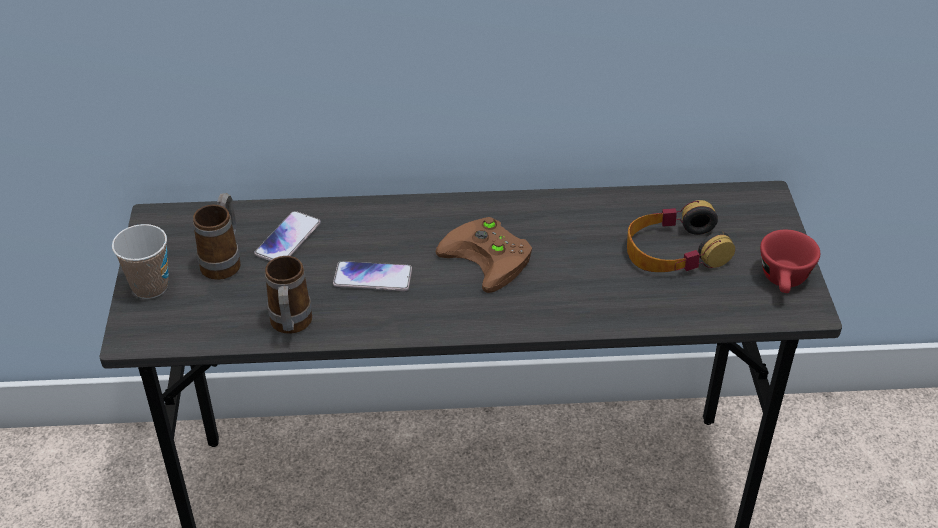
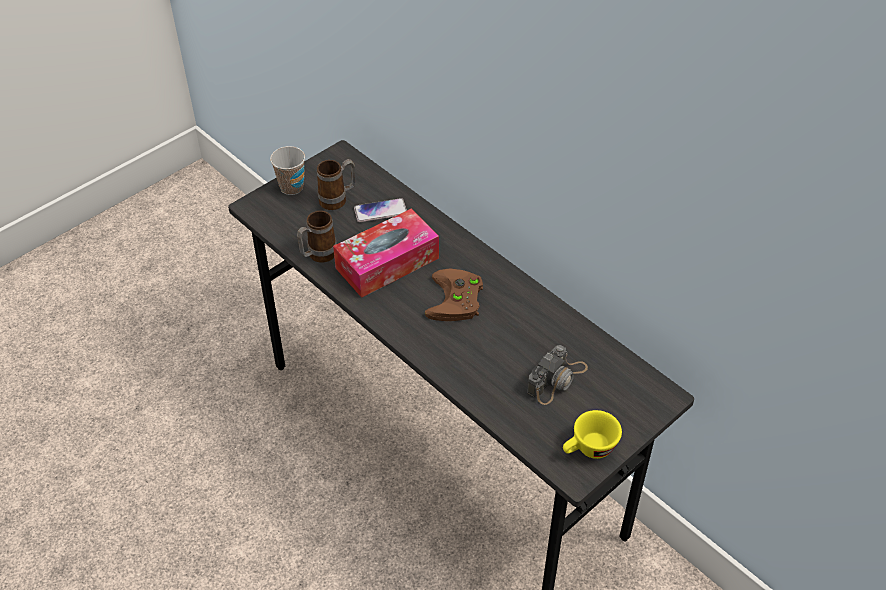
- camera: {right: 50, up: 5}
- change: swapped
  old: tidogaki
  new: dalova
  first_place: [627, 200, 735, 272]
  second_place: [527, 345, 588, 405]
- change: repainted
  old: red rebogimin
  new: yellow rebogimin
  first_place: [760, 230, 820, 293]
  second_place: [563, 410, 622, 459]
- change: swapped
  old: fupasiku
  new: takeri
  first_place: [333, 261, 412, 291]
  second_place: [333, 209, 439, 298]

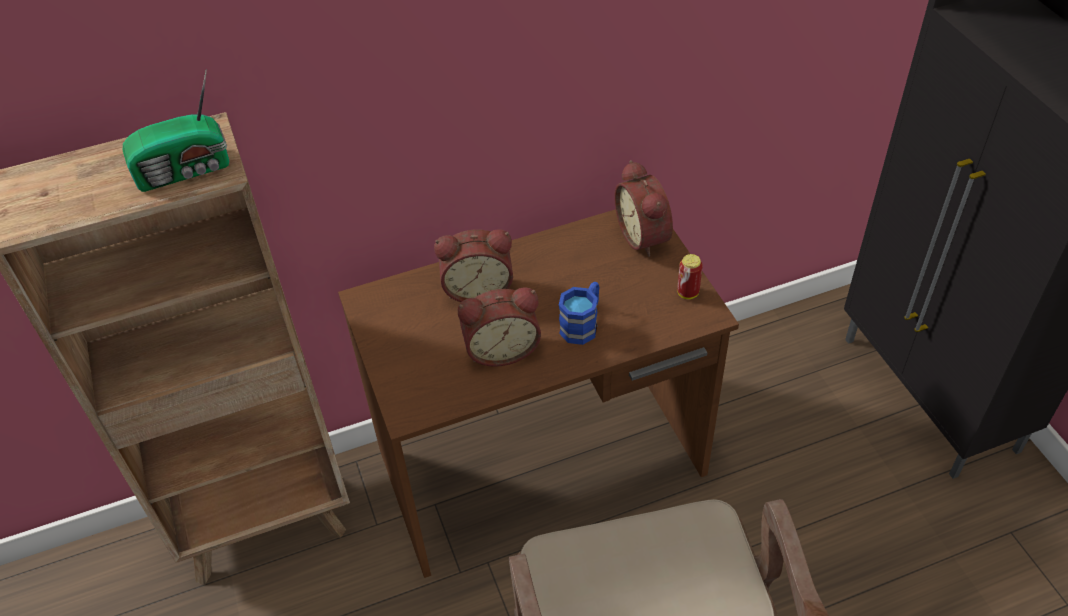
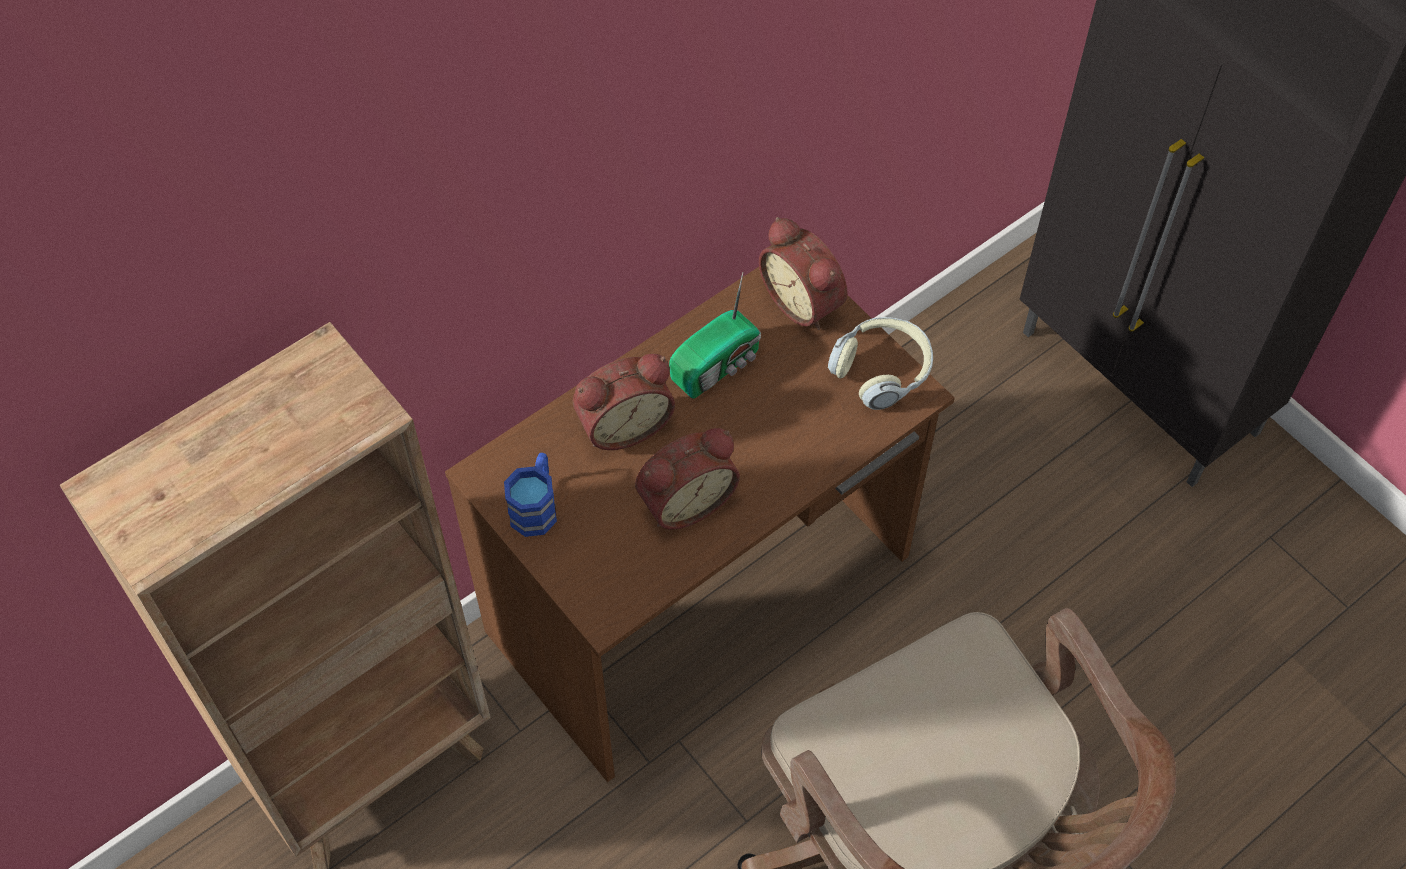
- camera: {right: -20, up: 10}
- change: shifted
  old: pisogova
  first_place: [123, 69, 229, 192]
  second_place: [669, 272, 761, 399]
- change: swapped
  old: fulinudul
  new: tidogaki
  first_place: [677, 254, 703, 299]
  second_place: [828, 317, 933, 410]
- change: shifted
  old: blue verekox
  first_place: [559, 282, 599, 345]
  second_place: [504, 453, 557, 537]

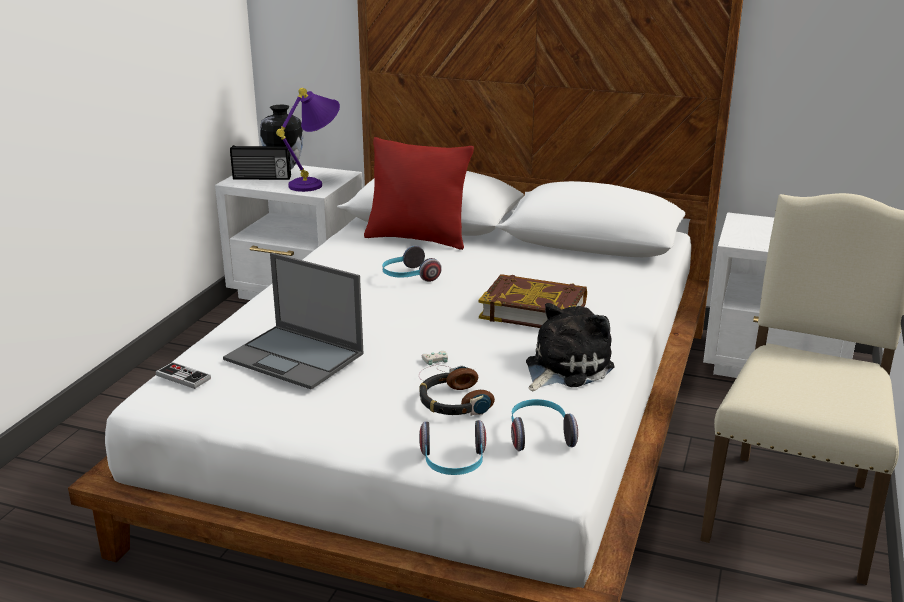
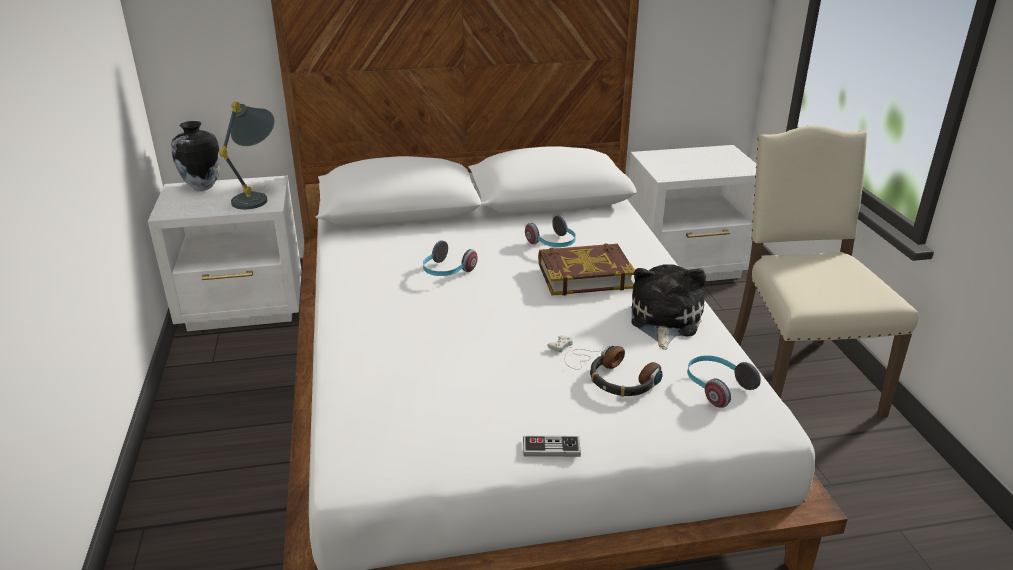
- camera: {right: -30, up: 5}
- change: repainted
  old: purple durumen
  new: grey durumen
  first_place: [276, 88, 340, 192]
  second_place: [218, 101, 275, 209]
- change: gone
  old: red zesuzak
  first_place: [364, 137, 474, 250]
- change: gone
  old: pisogova
  first_place: [230, 145, 291, 180]
- change: gone
  old: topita
  first_place: [223, 252, 364, 390]
- change: shifted
  old: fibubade
  first_place: [156, 362, 211, 389]
  second_place: [523, 436, 581, 457]
- change: shifted
  old: tidogaki
  first_place: [419, 420, 486, 475]
  second_place: [525, 215, 576, 247]

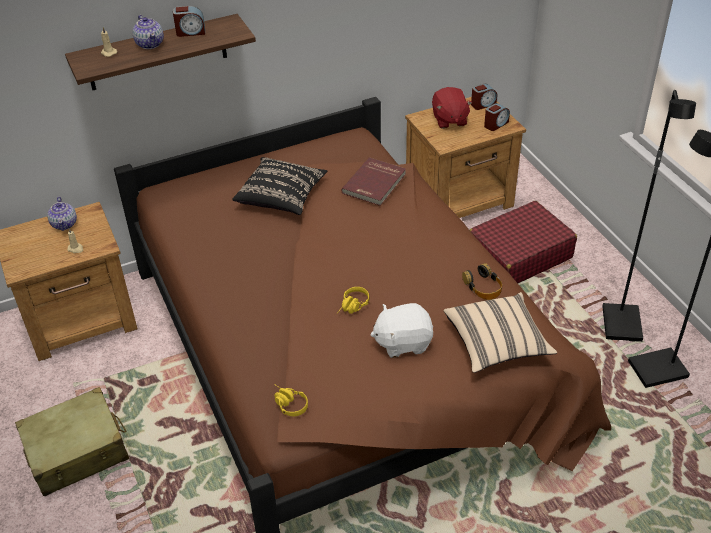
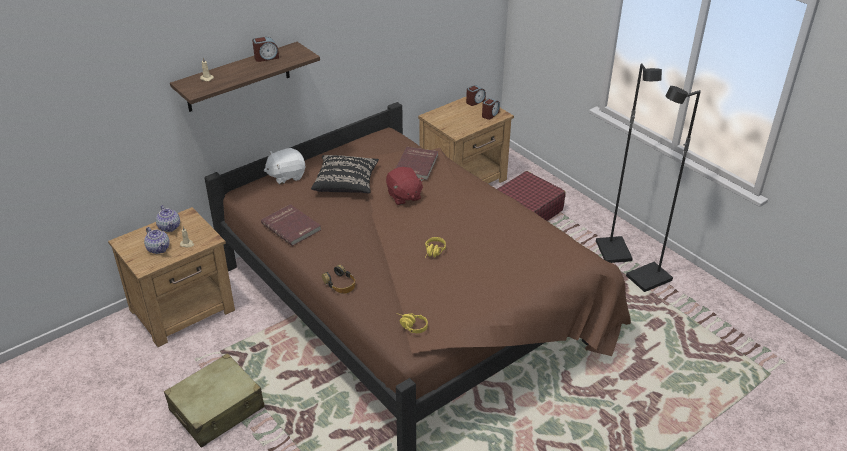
- camera: {right: -15, up: -5}
- change: shifted
  old: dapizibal
  first_place: [132, 15, 164, 49]
  second_place: [144, 227, 170, 254]
- change: shifted
  old: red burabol
  first_place: [432, 87, 472, 129]
  second_place: [386, 167, 424, 205]
- change: shifted
  old: tidogaki
  first_place: [462, 263, 502, 300]
  second_place: [322, 265, 355, 294]
- change: gone
  old: beige zesuzak
  first_place: [443, 292, 557, 373]
- change: shifted
  old: white burabol
  first_place: [370, 303, 433, 358]
  second_place: [264, 148, 305, 184]
- change: new
  new: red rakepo
  second_place: [261, 204, 321, 246]

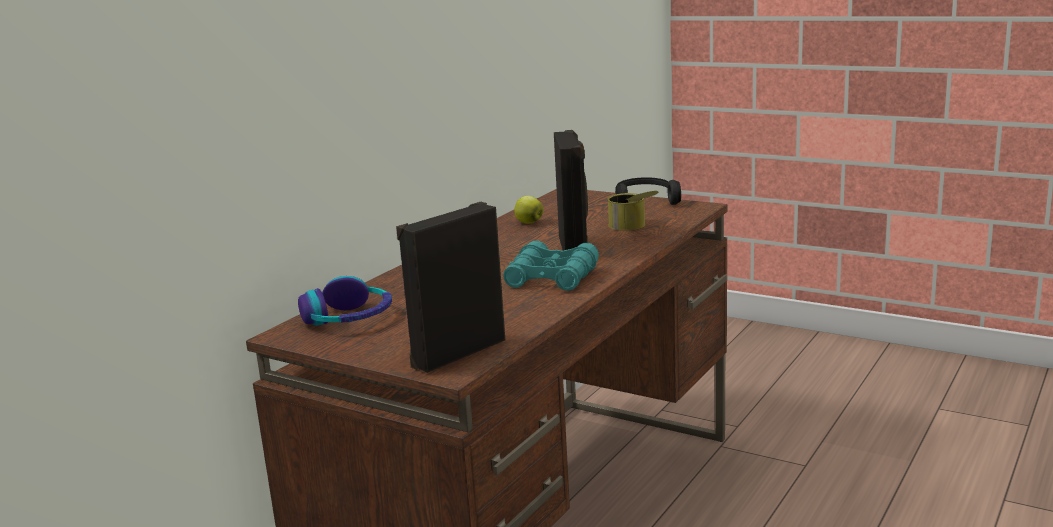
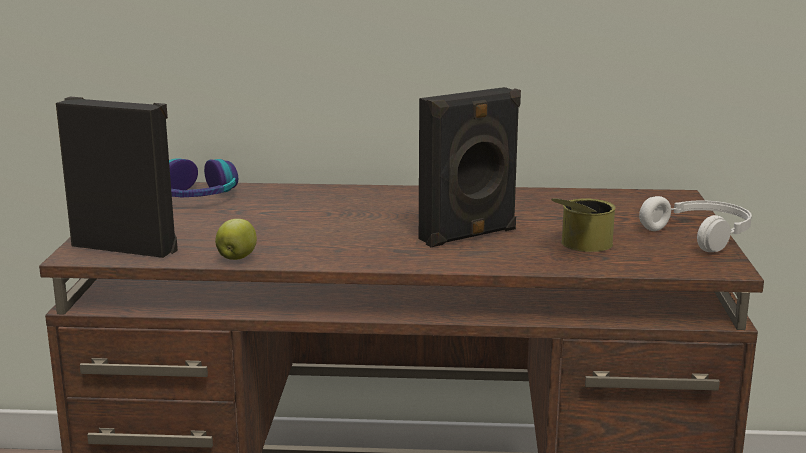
- camera: {right: 60, up: 0}
- change: repainted
  old: black tidogaki
  new: white tidogaki
  first_place: [615, 177, 681, 205]
  second_place: [639, 196, 752, 252]
- change: shifted
  old: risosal
  first_place: [514, 196, 543, 223]
  second_place: [215, 219, 257, 260]
- change: gone
  old: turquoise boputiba
  first_place: [503, 240, 599, 291]

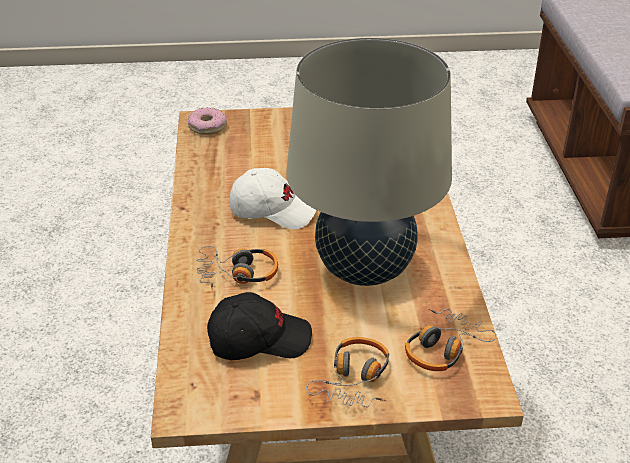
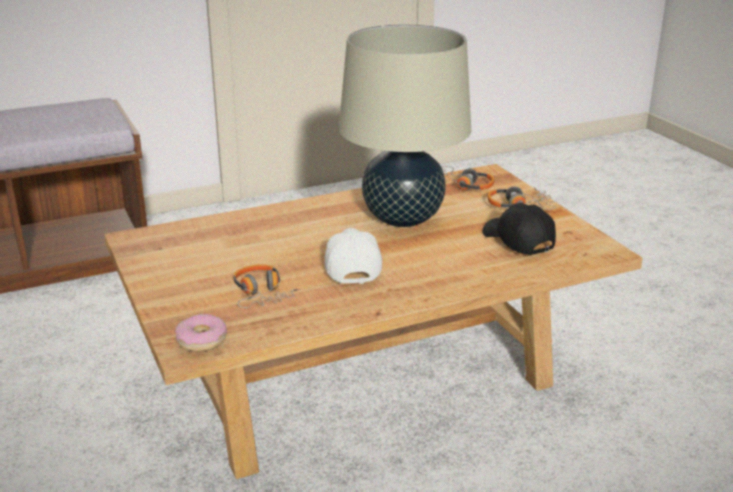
- camera: {right: -110, up: -10}
- change: shifted
  old: tidogaki
  first_place: [196, 246, 278, 290]
  second_place: [233, 264, 301, 308]

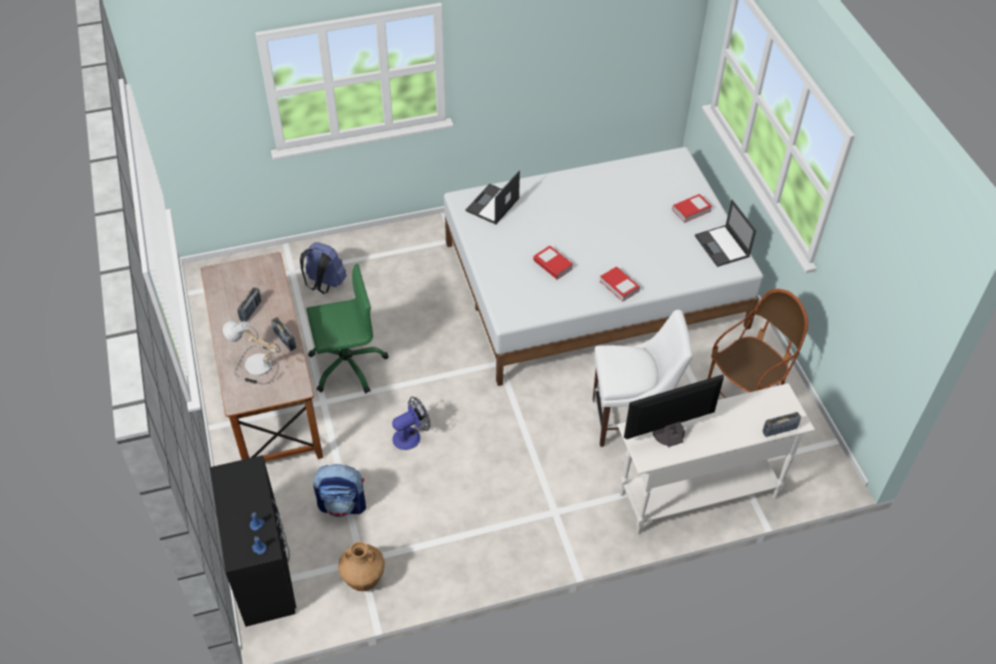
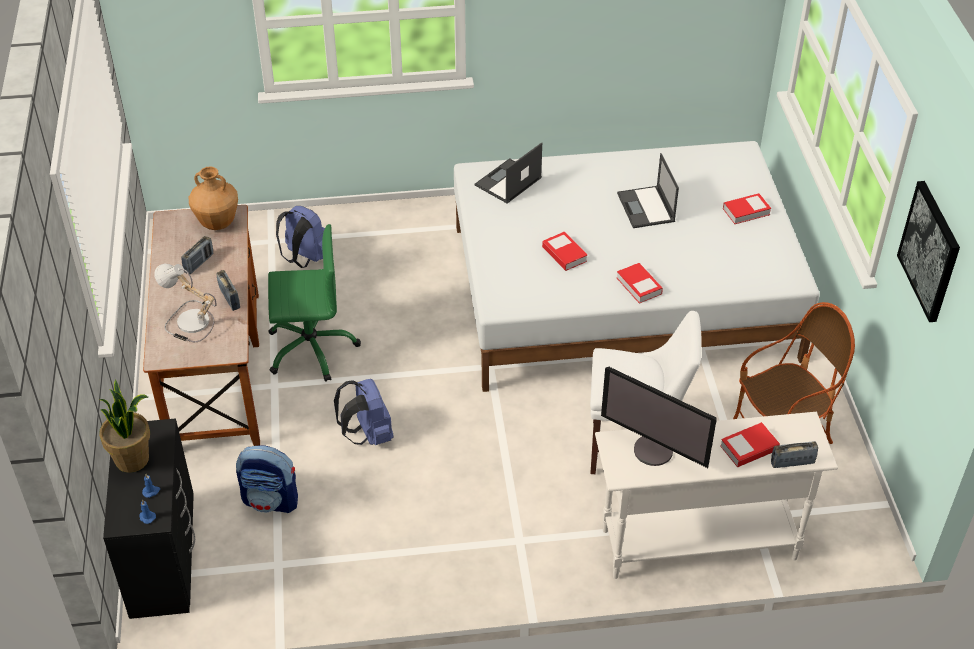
- camera: {right: 10, up: -5}
- change: shifted
  old: topita
  first_place: [695, 200, 756, 267]
  second_place: [617, 153, 679, 228]
- change: rotated
  old: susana
  first_place: [624, 374, 724, 447]
  second_place: [601, 367, 717, 468]
  degrees: -135
- change: swapped
  old: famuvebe
  new: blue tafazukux
  first_place: [392, 397, 431, 450]
  second_place: [334, 379, 394, 445]
- change: shifted
  old: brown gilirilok
  first_place: [338, 542, 385, 591]
  second_place: [188, 167, 238, 230]
- change: new
  new: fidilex
  second_place: [897, 181, 960, 322]
- change: new
  new: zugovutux
  second_place: [99, 380, 150, 473]
- change: new
  new: rakepo
  second_place: [720, 422, 780, 467]

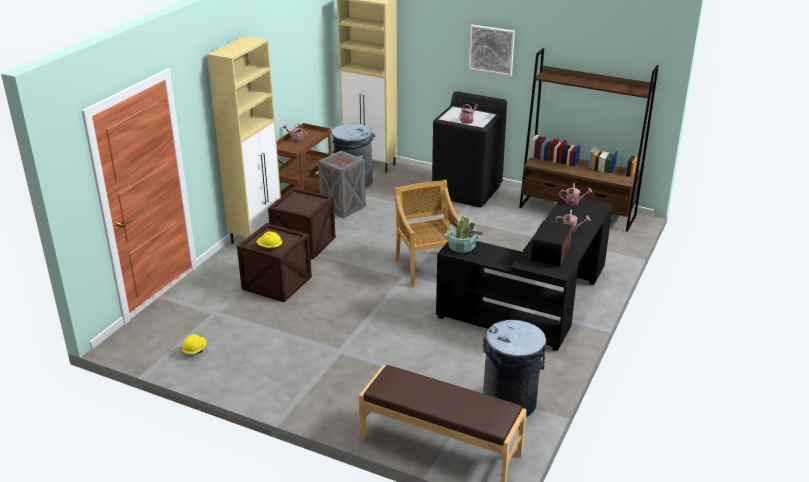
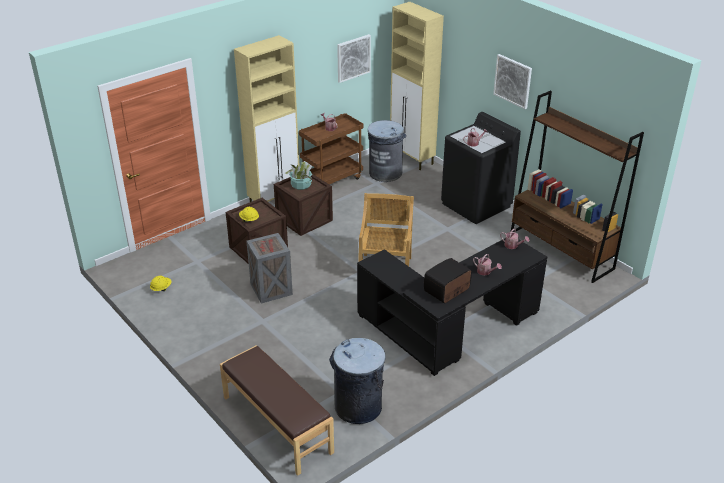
- camera: {right: 25, up: 5}
- change: shifted
  old: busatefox
  first_place: [318, 151, 366, 219]
  second_place: [246, 233, 293, 304]
- change: shifted
  old: zugovutux
  first_place: [444, 215, 483, 253]
  second_place: [284, 160, 312, 190]
- change: new
  new: fidilex
  second_place: [337, 34, 371, 83]

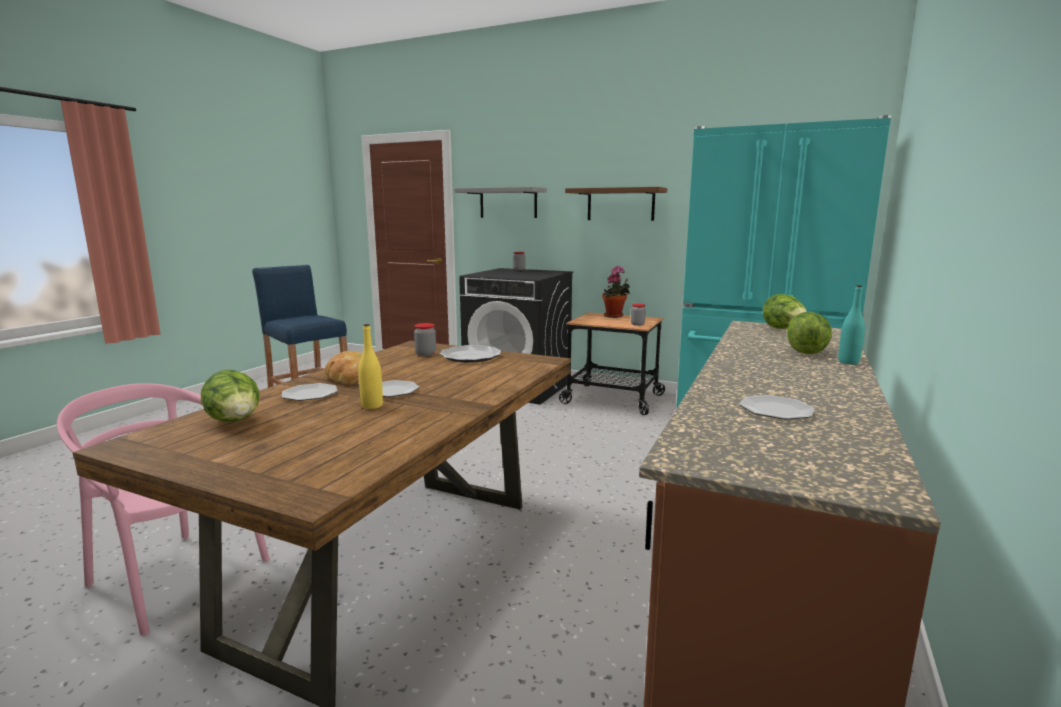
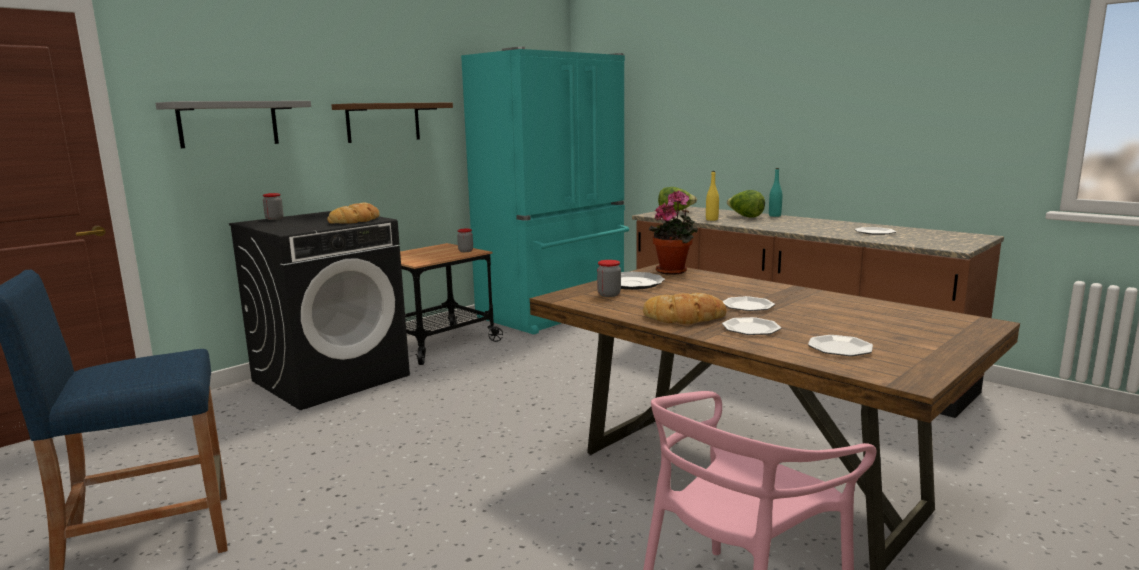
- camera: {right: -70, up: 0}
- change: shifted
  old: zugovutux
  first_place: [602, 266, 630, 318]
  second_place: [649, 190, 698, 275]
- change: shifted
  old: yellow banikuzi
  first_place: [358, 324, 383, 409]
  second_place: [706, 171, 719, 221]
- change: swapped
  old: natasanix
  new: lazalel
  first_place: [201, 370, 259, 422]
  second_place: [808, 335, 873, 356]
- change: new
  new: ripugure
  second_place: [327, 203, 380, 224]

